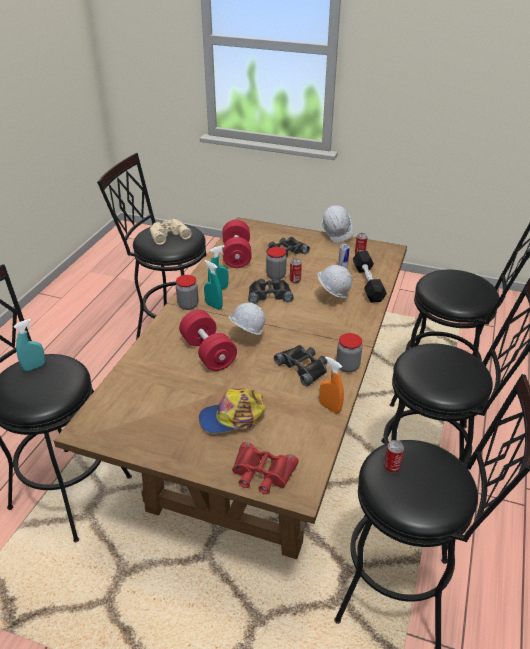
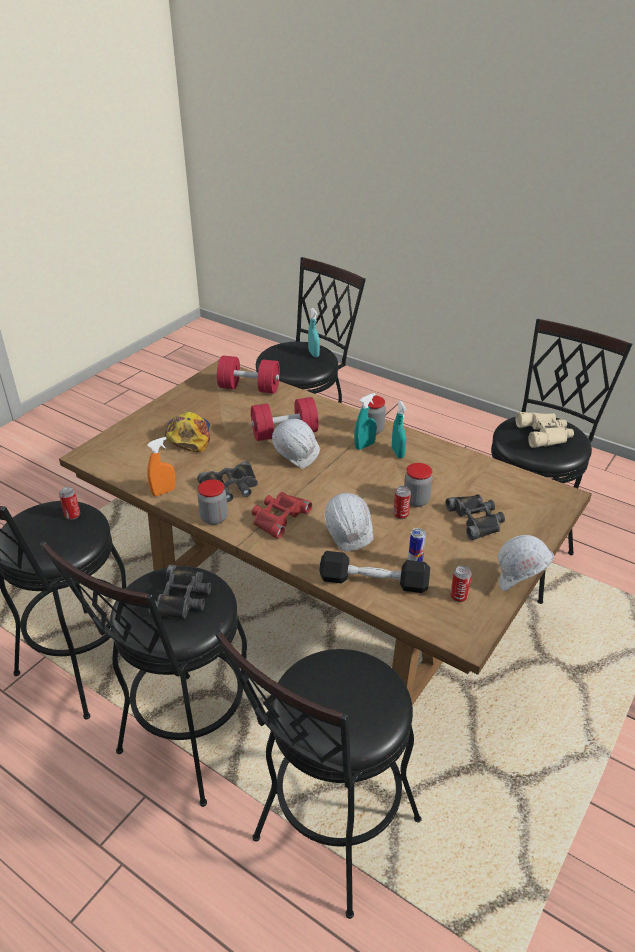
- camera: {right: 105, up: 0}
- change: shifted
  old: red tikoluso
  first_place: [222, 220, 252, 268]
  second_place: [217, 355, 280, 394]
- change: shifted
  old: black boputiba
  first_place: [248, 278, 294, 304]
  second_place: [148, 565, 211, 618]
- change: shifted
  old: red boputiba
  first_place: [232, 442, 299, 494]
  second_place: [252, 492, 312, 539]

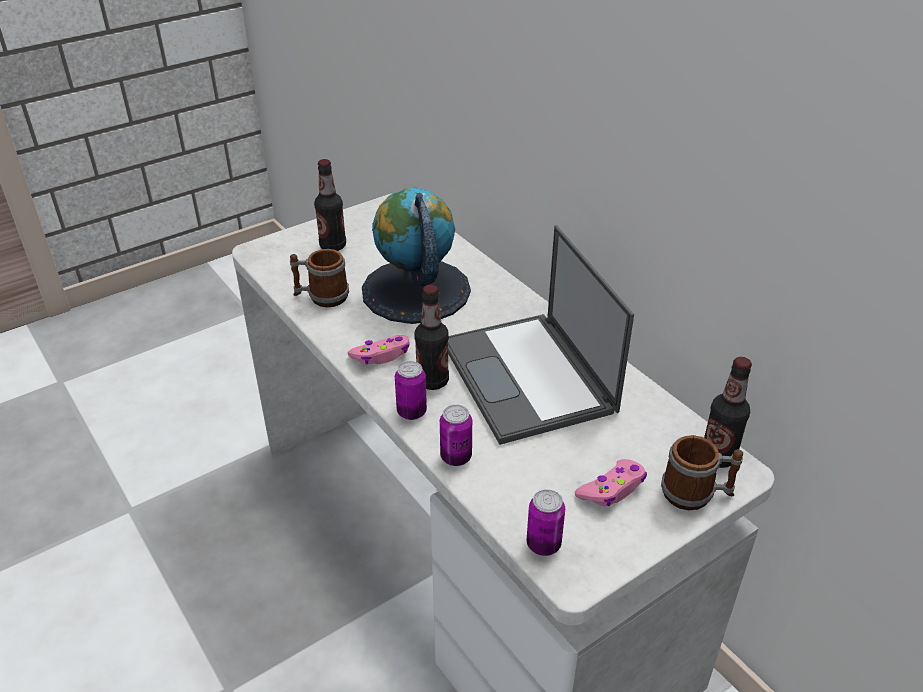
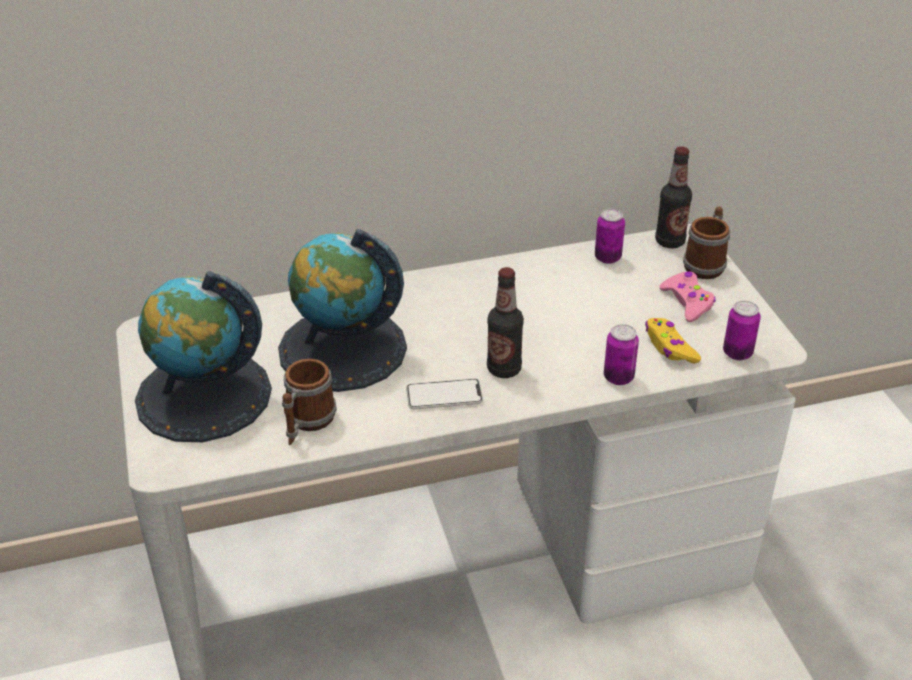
- camera: {right: -70, up: 0}
- change: swapped
  old: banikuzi
  new: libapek
  first_place: [314, 159, 346, 251]
  second_place: [135, 271, 272, 442]
- change: gone
  old: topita
  first_place: [448, 225, 634, 445]
- change: swapped
  old: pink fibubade
  new: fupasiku
  first_place: [348, 335, 410, 365]
  second_place: [406, 379, 483, 409]
- change: shifted
  old: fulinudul
  first_place: [395, 361, 427, 420]
  second_place: [595, 209, 625, 264]
- change: new
  new: yellow fibubade
  second_place: [645, 318, 701, 364]

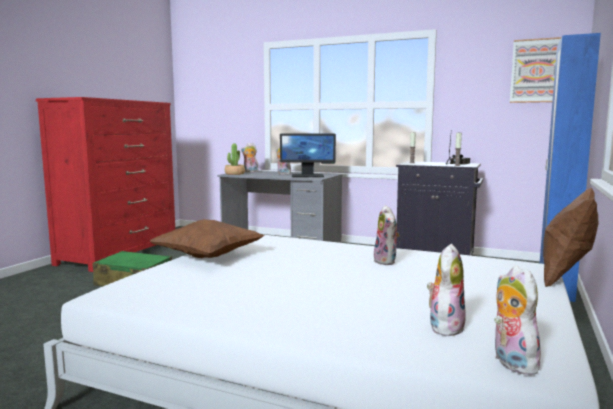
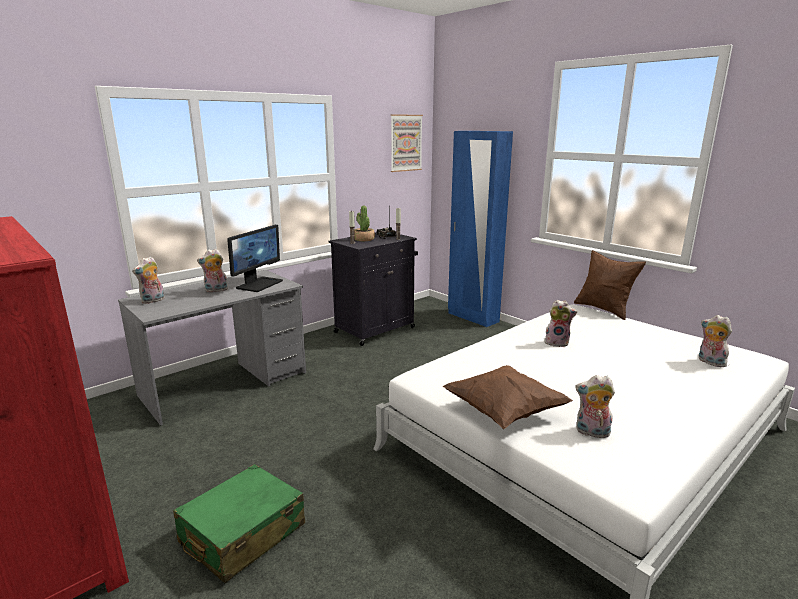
- camera: {right: -65, up: 10}
- change: shifted
  old: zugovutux
  first_place: [225, 144, 245, 175]
  second_place: [354, 206, 375, 241]
- change: shifted
  old: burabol
  first_place: [494, 265, 544, 375]
  second_place: [575, 375, 615, 438]

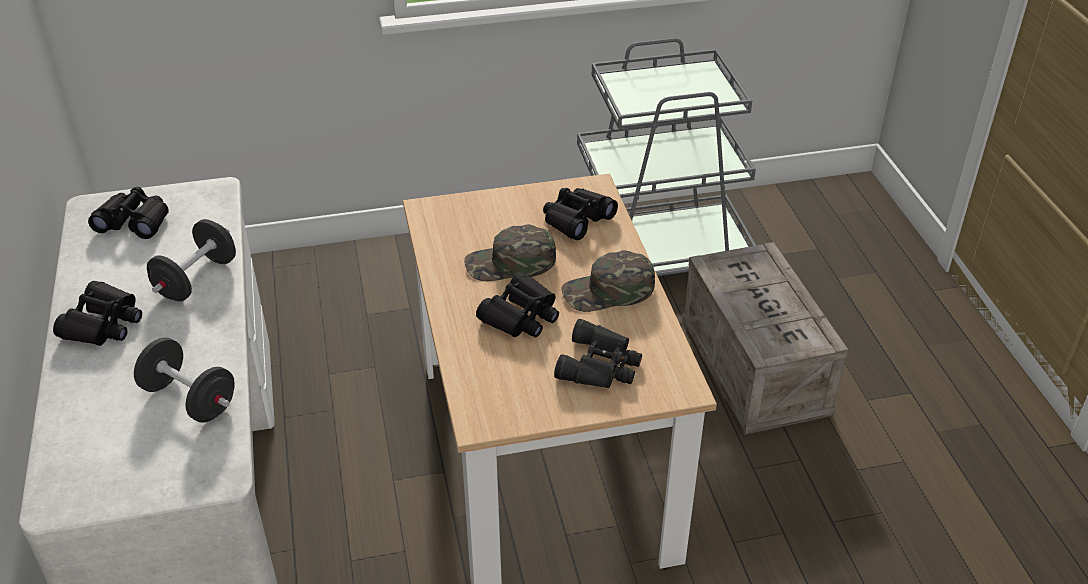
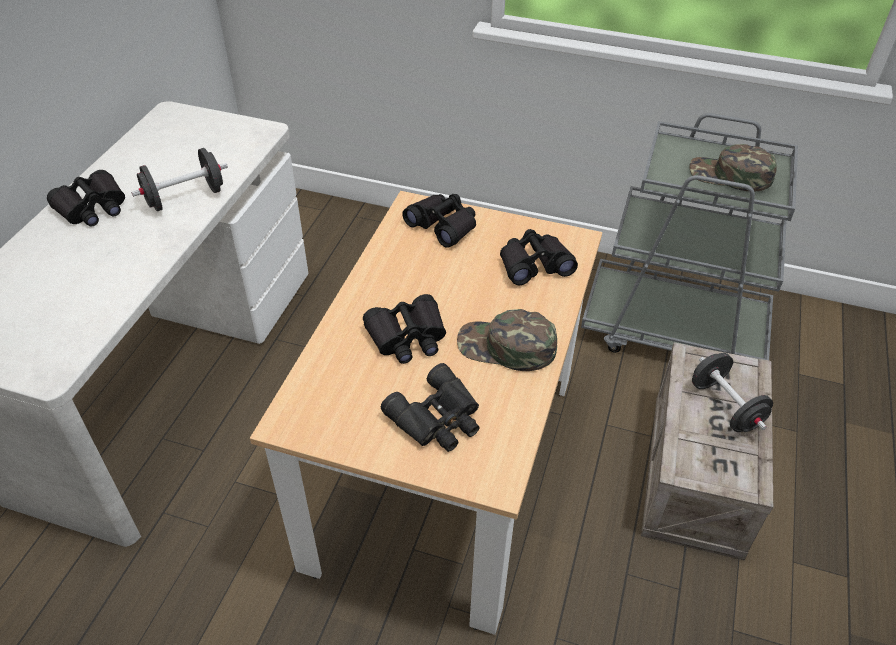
- camera: {right: 30, up: 5}
- change: shifted
  old: black boputiba
  first_place: [88, 187, 169, 239]
  second_place: [402, 194, 476, 248]
- change: shifted
  old: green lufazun
  first_place: [464, 224, 556, 281]
  second_place: [690, 144, 777, 191]
- change: shifted
  old: black tikoluso
  first_place: [134, 338, 235, 423]
  second_place: [692, 353, 773, 432]

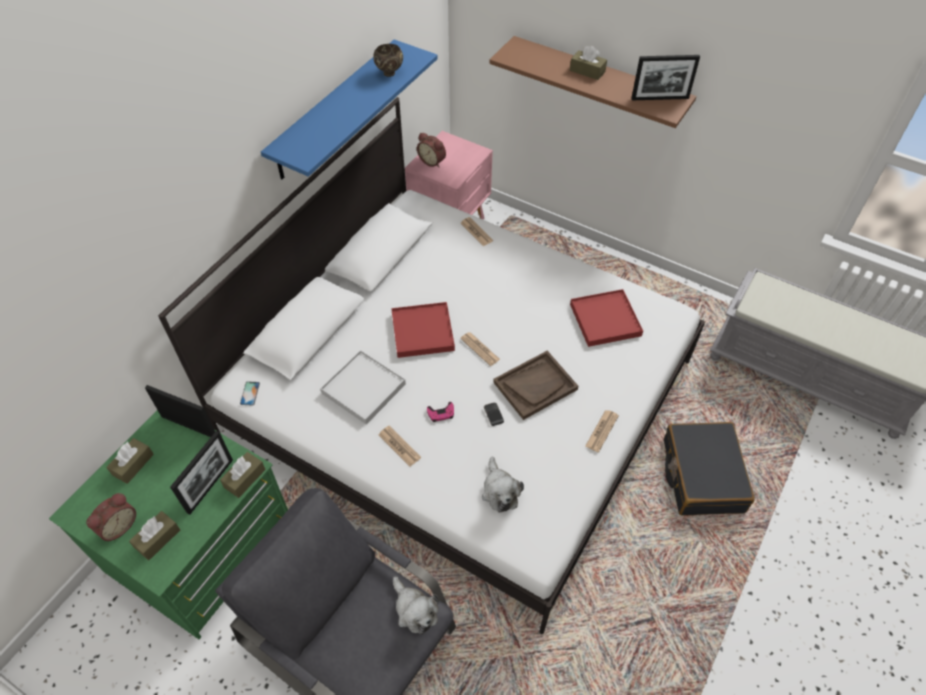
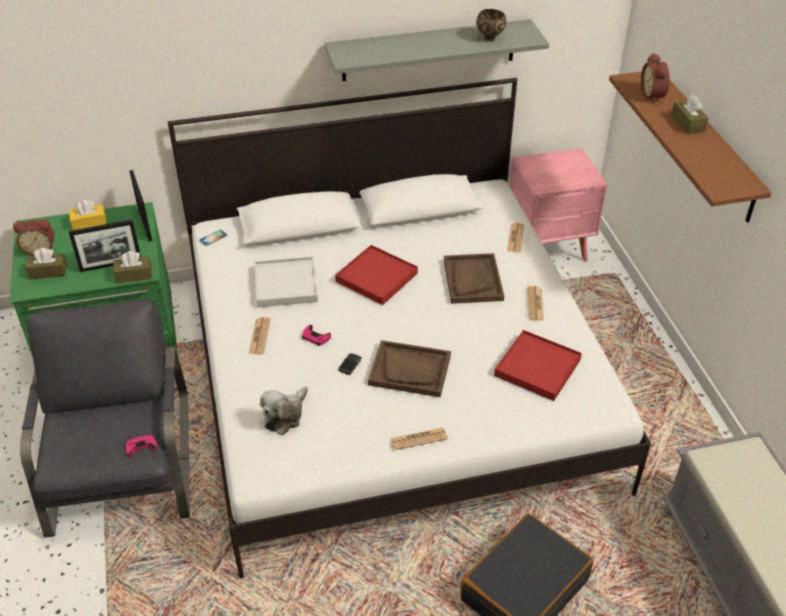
- camera: {right: 45, up: -10}
- change: repainted
  old: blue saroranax
  new: grey saroranax
  first_place: [261, 39, 438, 179]
  second_place: [324, 19, 549, 81]
- change: gone
  old: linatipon
  first_place: [631, 55, 700, 100]
- change: shifted
  old: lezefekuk
  first_place: [417, 132, 446, 168]
  second_place: [641, 53, 670, 103]
- change: shifted
  old: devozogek
  first_place: [460, 332, 500, 366]
  second_place: [528, 286, 543, 321]
- change: repainted
  old: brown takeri
  new: yellow takeri
  first_place: [106, 438, 154, 484]
  second_place: [69, 200, 107, 230]
- change: swapped
  old: burabol
  new: pink fibubade
  first_place: [393, 576, 439, 635]
  second_place: [126, 434, 157, 457]
- change: new
  new: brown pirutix
  second_place: [444, 253, 504, 304]

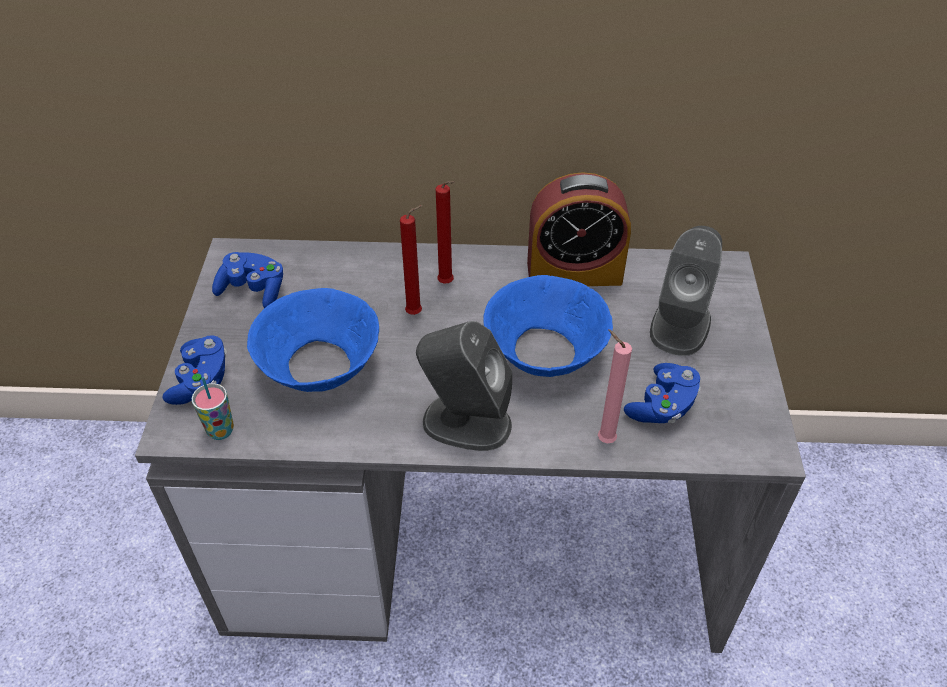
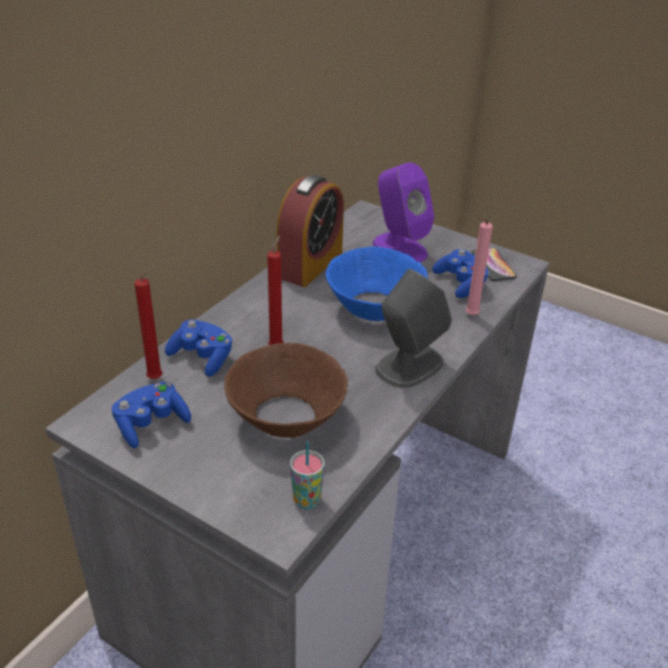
- camera: {right: -60, up: -10}
- change: shifted
  old: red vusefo
  first_place: [436, 181, 455, 283]
  second_place: [134, 267, 163, 379]
- change: repainted
  old: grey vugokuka
  new: purple vugokuka
  first_place: [650, 226, 722, 356]
  second_place: [373, 163, 434, 262]
- change: repainted
  old: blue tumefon
  new: brown tumefon
  first_place: [247, 288, 379, 392]
  second_place: [224, 343, 348, 438]
- change: shifted
  old: blue fibubade
  first_place: [163, 335, 227, 405]
  second_place: [165, 319, 232, 377]
- change: new
  new: fupasiku
  second_place: [471, 248, 517, 281]

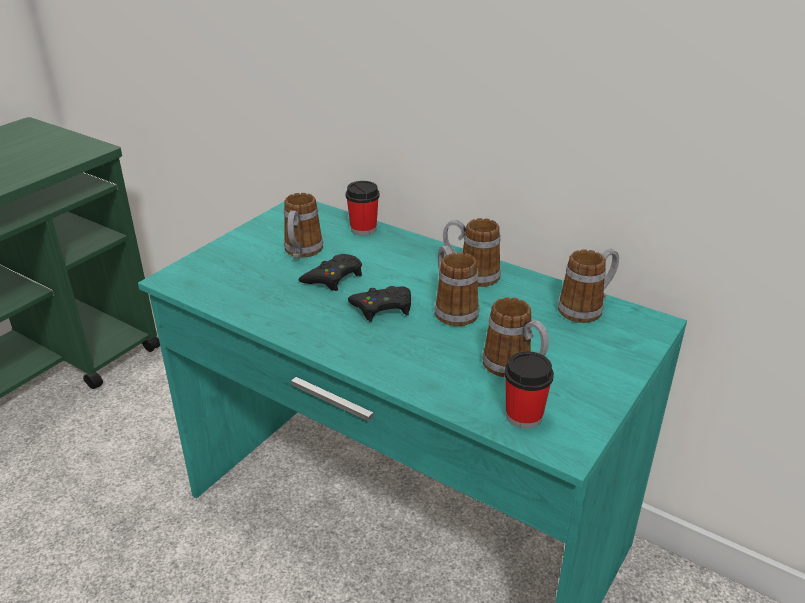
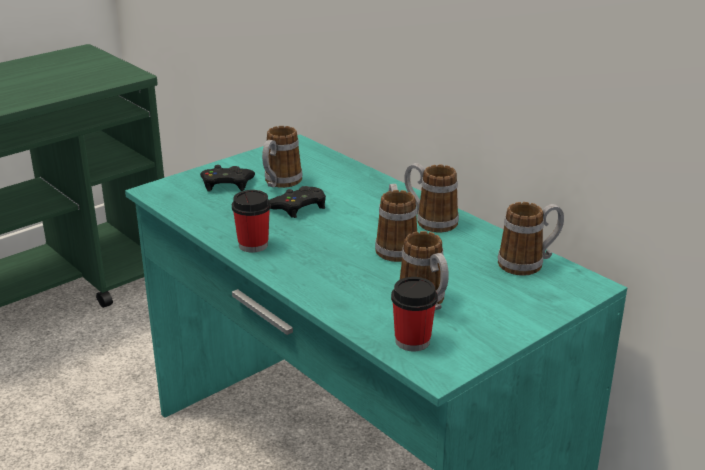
- camera: {right: 15, up: -5}
- change: shifted
  old: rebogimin
  first_place: [346, 181, 380, 236]
  second_place: [232, 190, 271, 253]
- change: shifted
  old: black fibubade
  first_place: [348, 286, 411, 322]
  second_place: [200, 165, 255, 191]

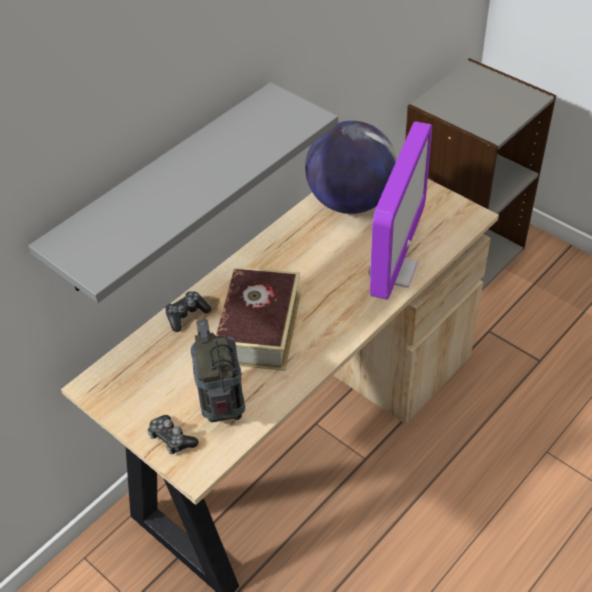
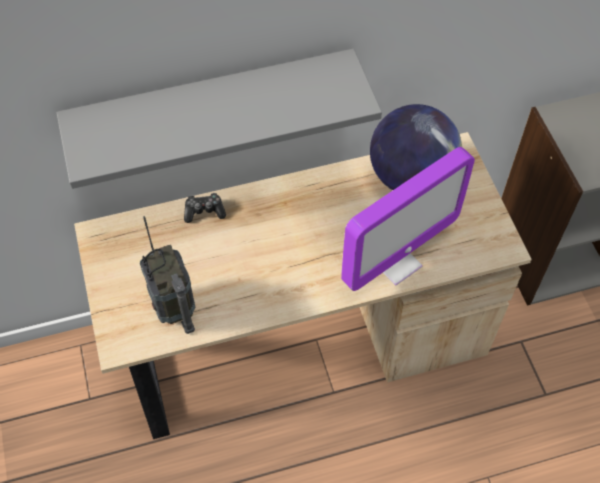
- camera: {right: 30, up: 10}
- change: gone
  old: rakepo
  first_place: [216, 267, 301, 371]
- change: rotated
  old: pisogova
  first_place: [191, 319, 245, 423]
  second_place: [140, 216, 195, 334]
  degrees: 135
- change: gone
  old: fibubade
  first_place: [147, 415, 199, 454]

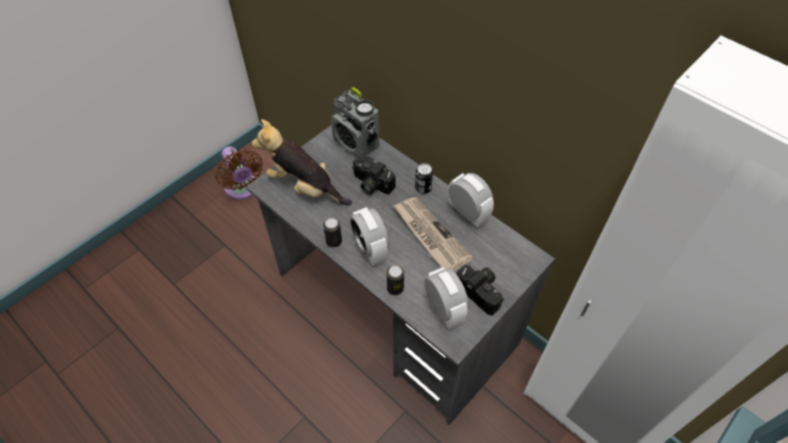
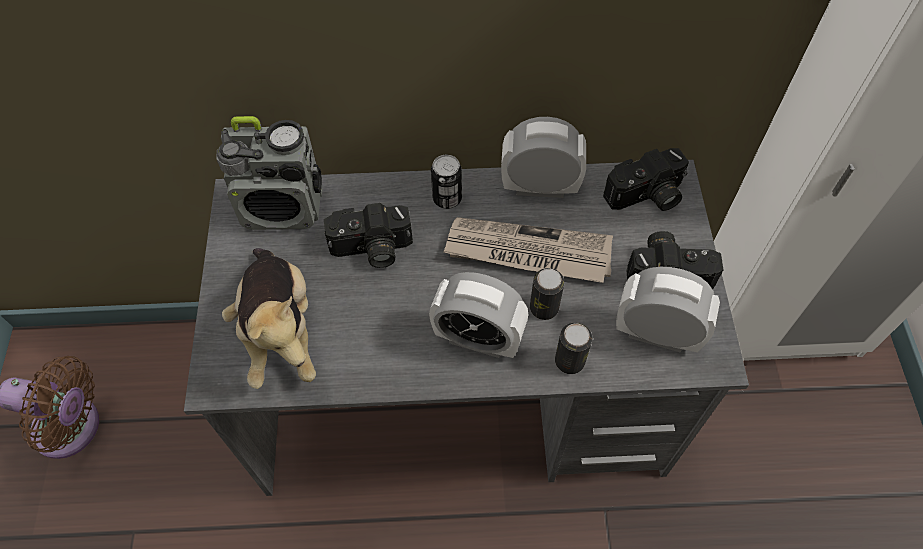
- camera: {right: -45, up: 5}
- change: rotated
  old: burabol
  first_place: [252, 119, 352, 206]
  second_place: [222, 248, 316, 389]
  degrees: -90
- change: shifted
  old: fulinudul
  first_place: [323, 218, 342, 248]
  second_place: [530, 268, 564, 320]
- change: new
  new: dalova
  second_place: [603, 148, 689, 211]

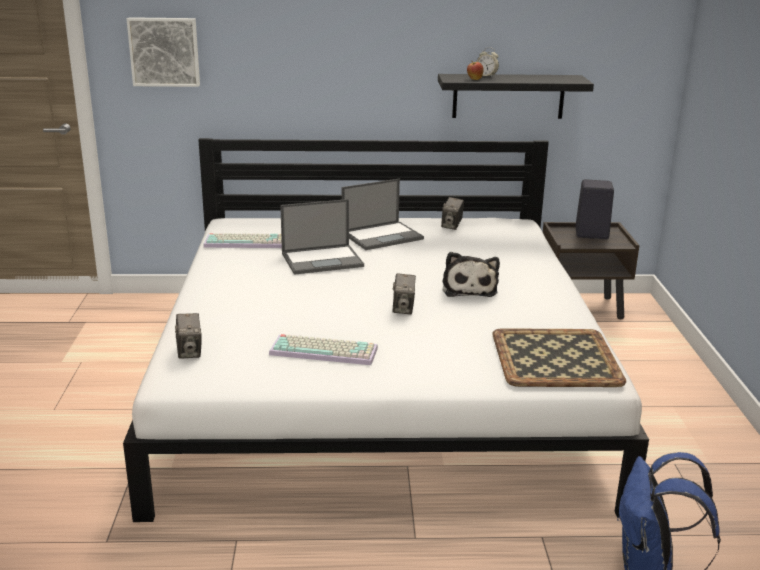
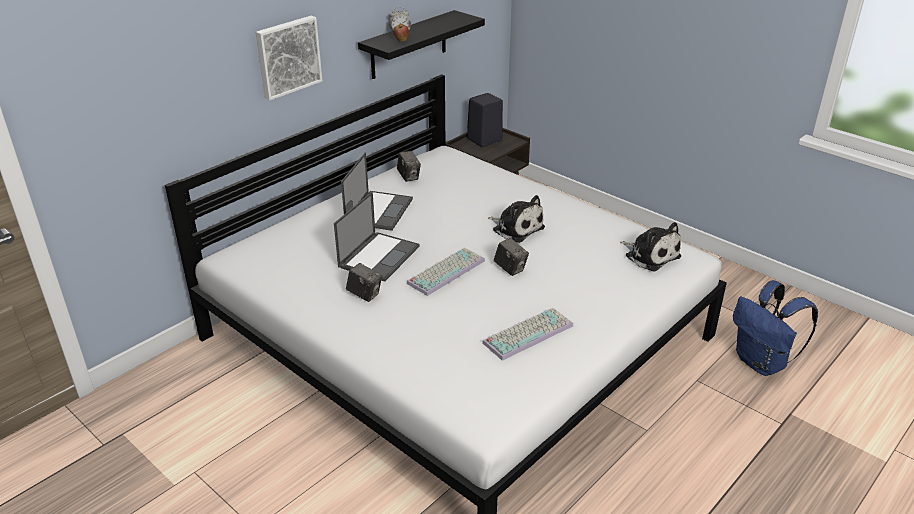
- camera: {right: -45, up: 10}
- change: shifted
  old: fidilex
  first_place: [127, 17, 200, 87]
  second_place: [256, 16, 322, 100]
- change: shifted
  old: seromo
  first_place: [203, 233, 282, 248]
  second_place: [407, 248, 485, 296]
- change: shifted
  old: dalova
  first_place: [175, 313, 202, 359]
  second_place: [346, 263, 382, 302]
- change: swapped
  old: pirutix
  new: burabol
  first_place: [492, 328, 626, 387]
  second_place: [620, 222, 681, 272]

